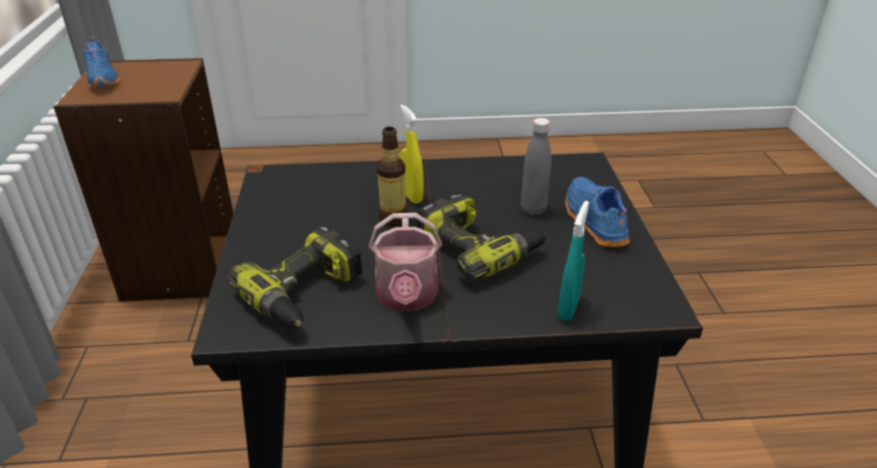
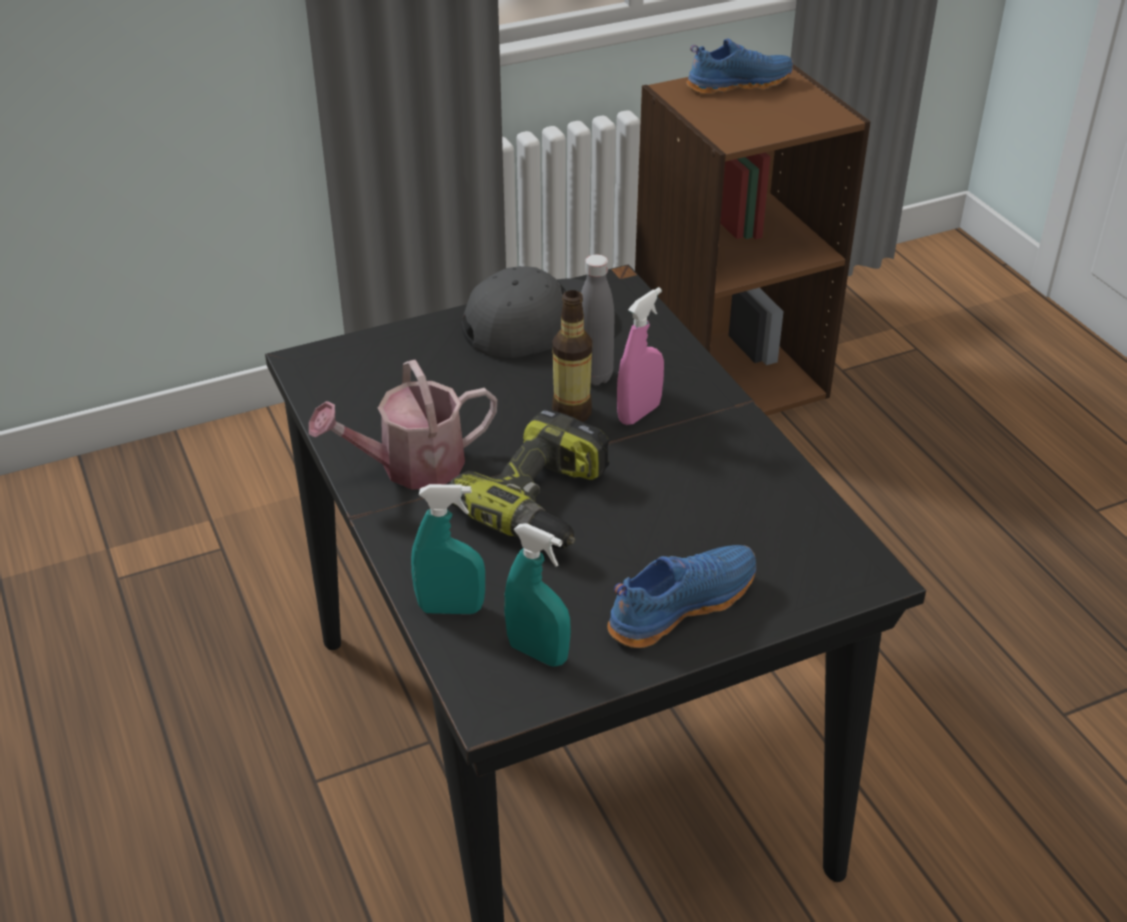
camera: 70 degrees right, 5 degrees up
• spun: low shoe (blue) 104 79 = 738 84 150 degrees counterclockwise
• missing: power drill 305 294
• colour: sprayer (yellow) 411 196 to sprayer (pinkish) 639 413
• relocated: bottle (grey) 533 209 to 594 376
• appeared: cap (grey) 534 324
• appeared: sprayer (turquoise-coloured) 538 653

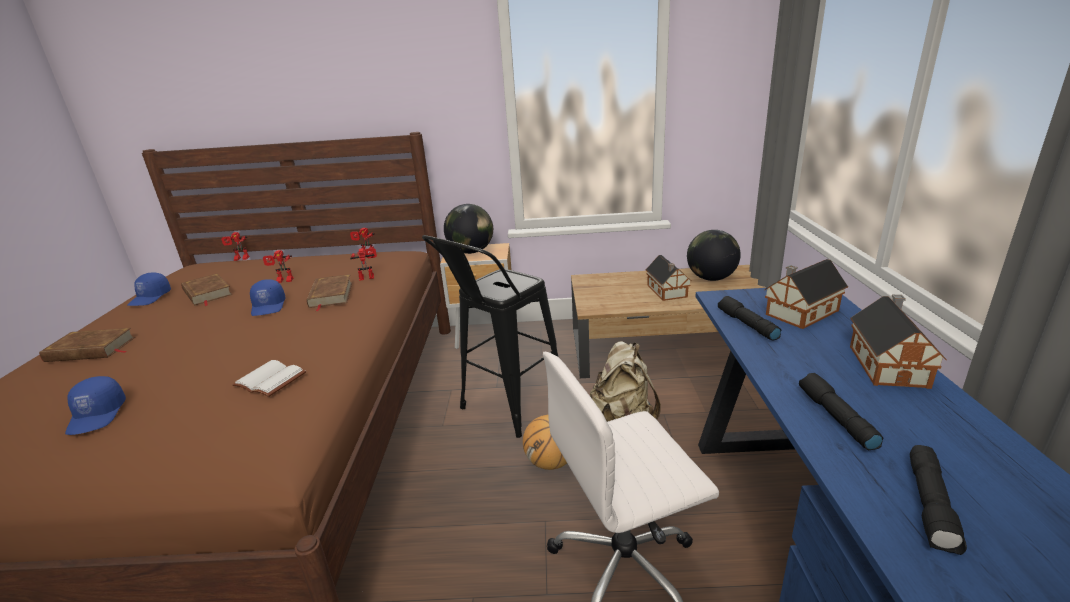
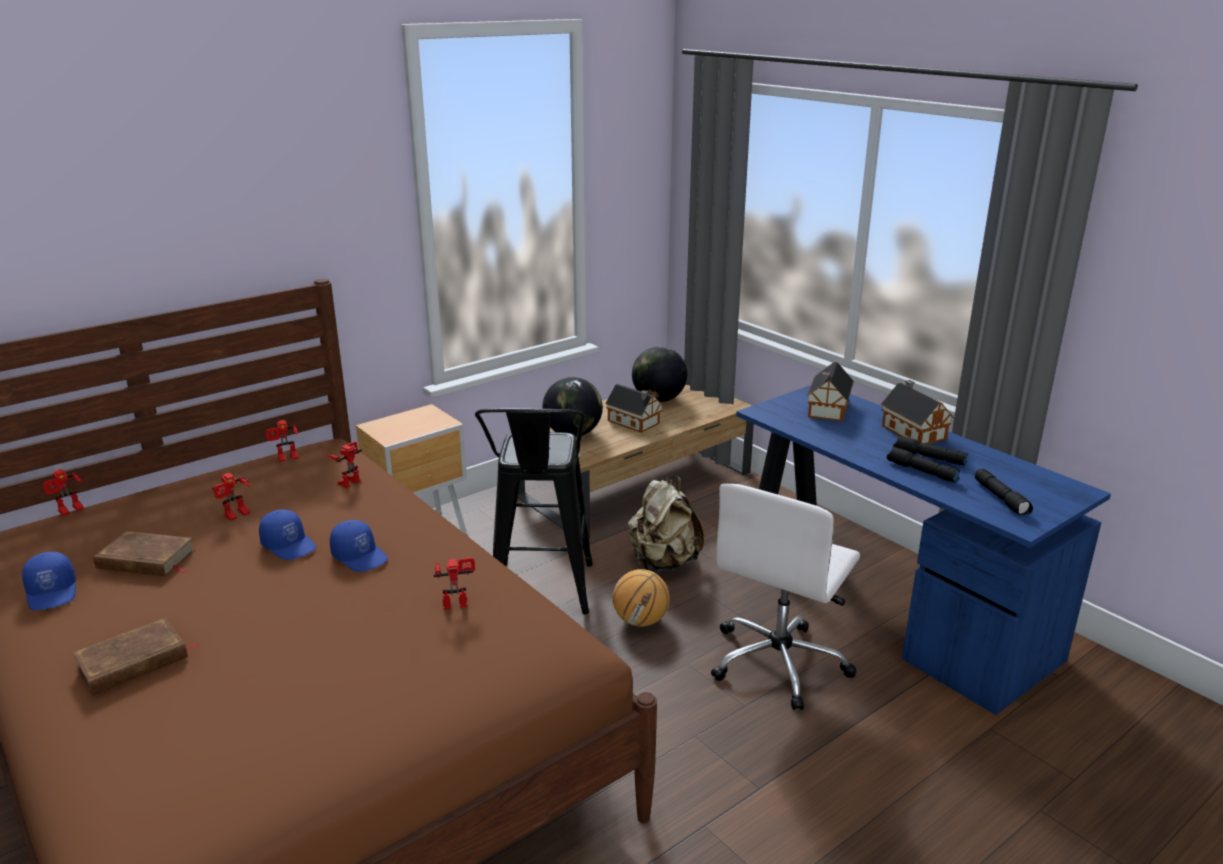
camera: 40 degrees left, 0 degrees up
• relocated: cap (blue) 98 415 to 360 556
• exchanged: bound book (white) 268 381 to model robot 456 601
• missing: bound book (brown-coloured) 330 295
• relocated: globe 471 252 to 573 434
• relocated: flashlight (blackish) 746 325 to 928 458

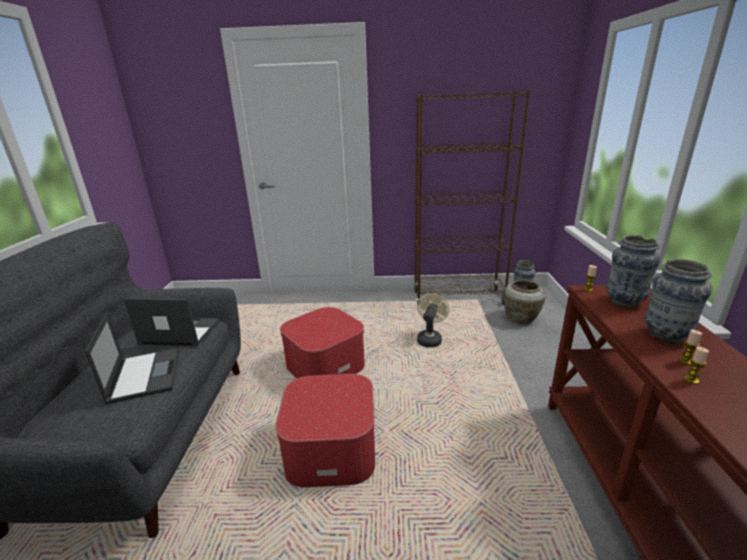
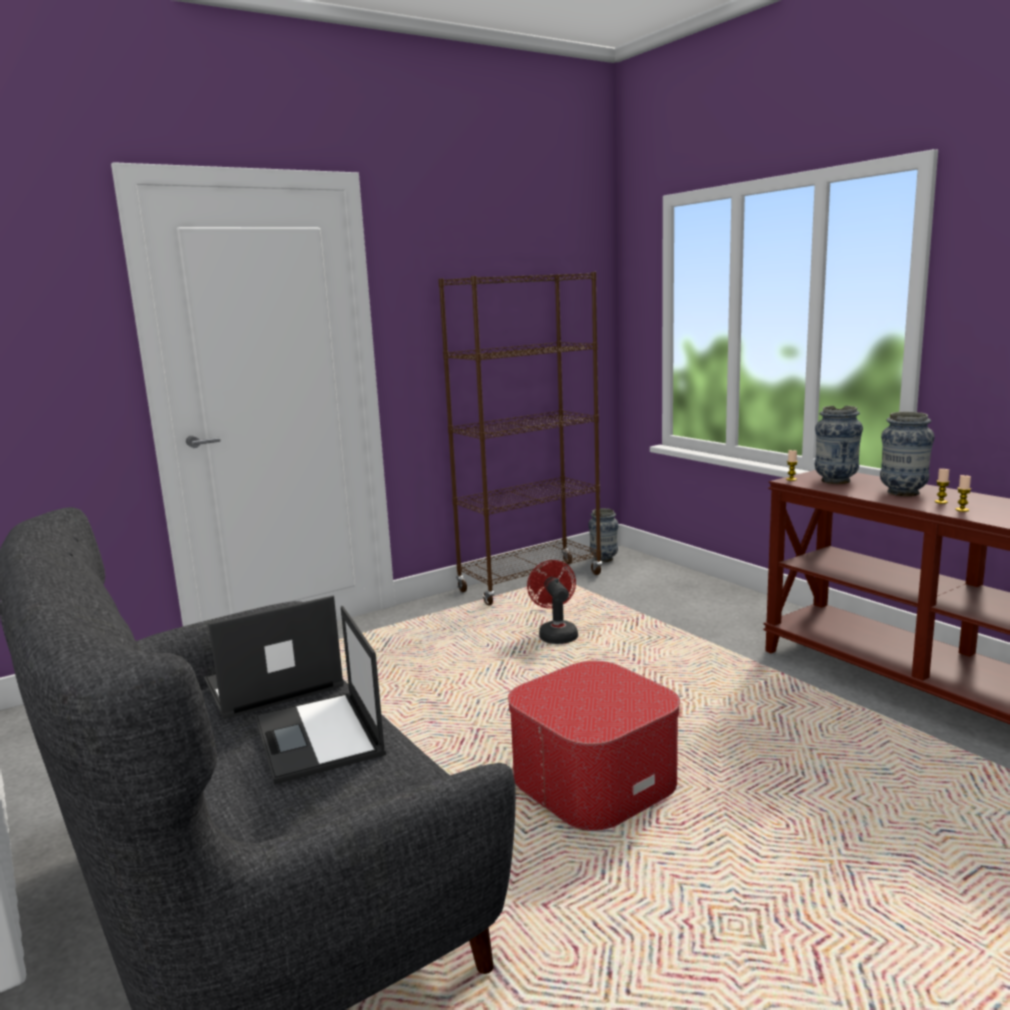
camera: 35 degrees left, 10 degrees down
• spun: laptop 145 374 = 319 737 150 degrees counterclockwise
• missing: footrest 325 365
• colour: electric fan (beige) 430 338 to electric fan (reddish) 556 634
• missing: decorative vase (beige) 521 318

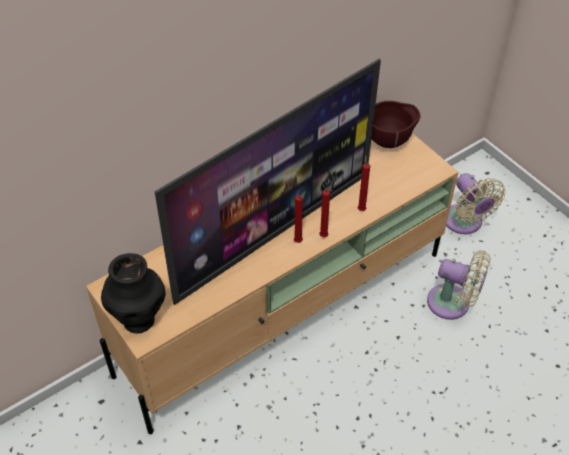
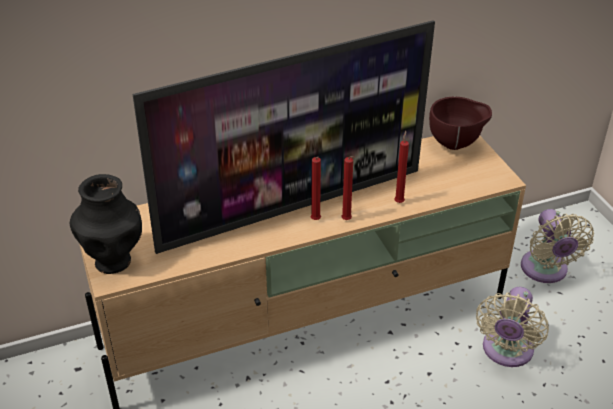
camera: 15 degrees right, 10 degrees down
• spun: electric fan (beige) 453 304 = 506 351 75 degrees clockwise

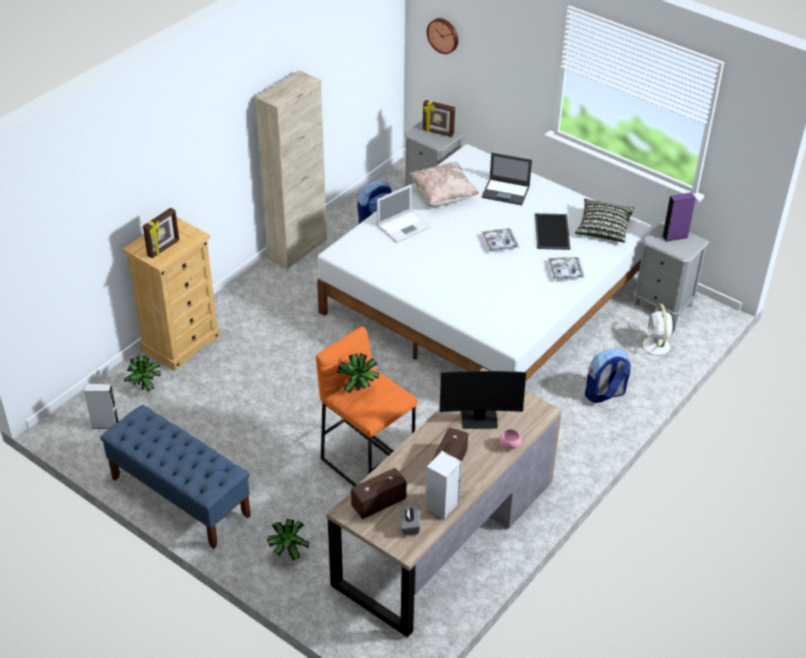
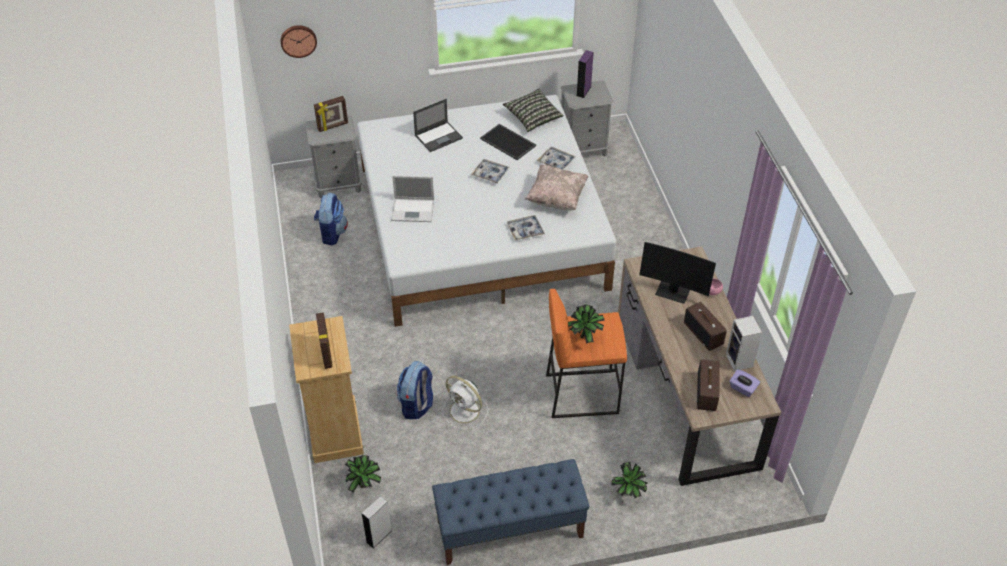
camera: 50 degrees left, 5 degrees up
• missing: cabinet (beige) 297 249
• spun: laptop 404 226 = 414 210 90 degrees clockwise
• colour: tissue box (grey) 409 525 to tissue box (purple) 742 388
• relocated: cushion (beige) 443 196 to 556 198
• spun: computer display 479 419 = 673 291 75 degrees clockwise
• relocated: knapsack 604 394 to 417 405
• relocated: electric fan (white) 656 347 to 465 411
• appeared: carrying tray 525 230

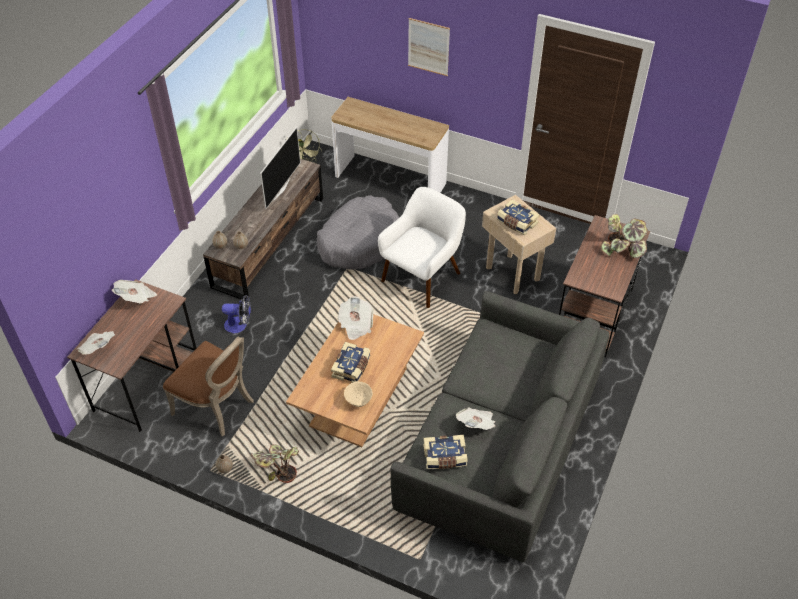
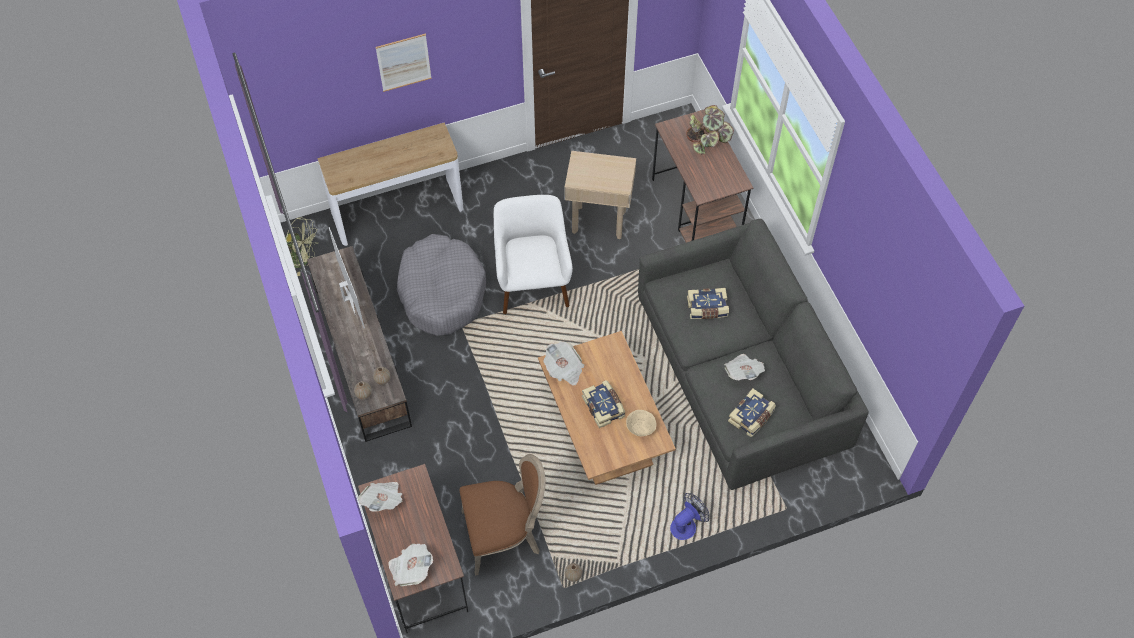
camera: 45 degrees left, 10 degrees up
• relocated: electric fan 239 325 to 686 525
• missing: plant in a pot 277 467
• relocated: bound book 516 223 to 707 308

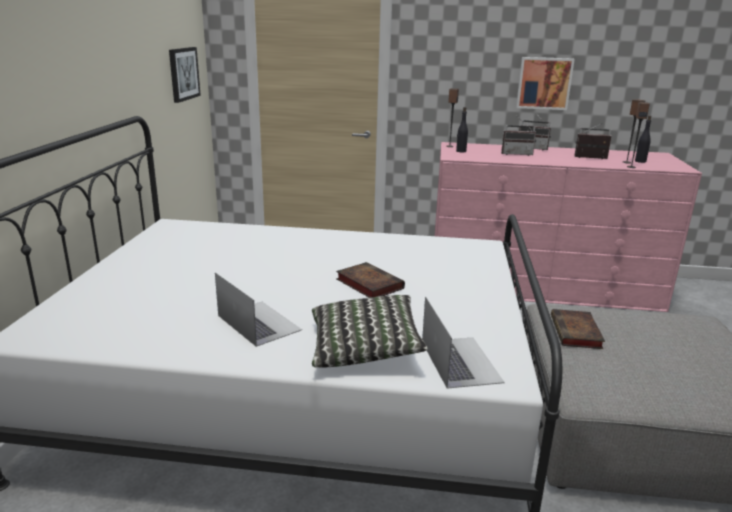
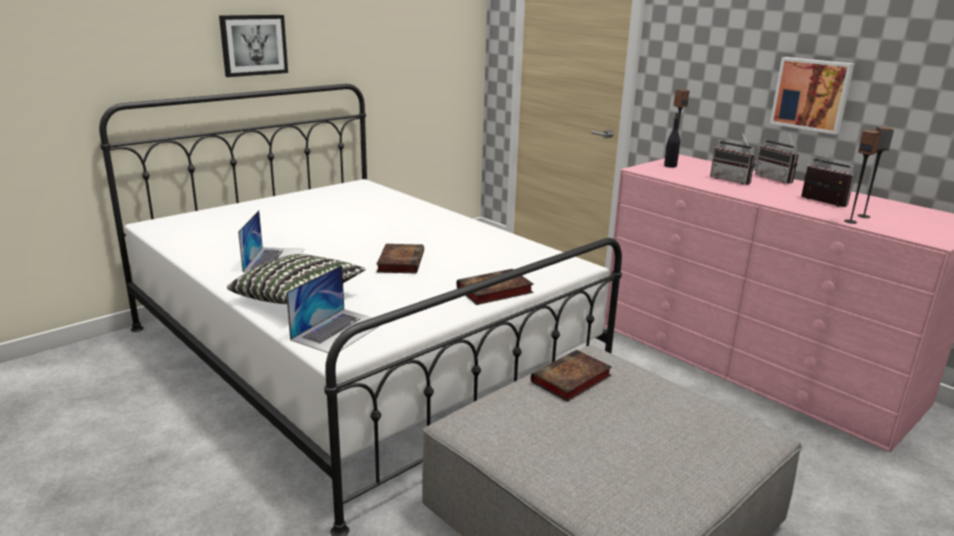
camera: 40 degrees right, 0 degrees up
• relocated: wall art 183 74 to 253 45
• missing: bottle (blackish) 640 161
• appeared: bound book 493 291

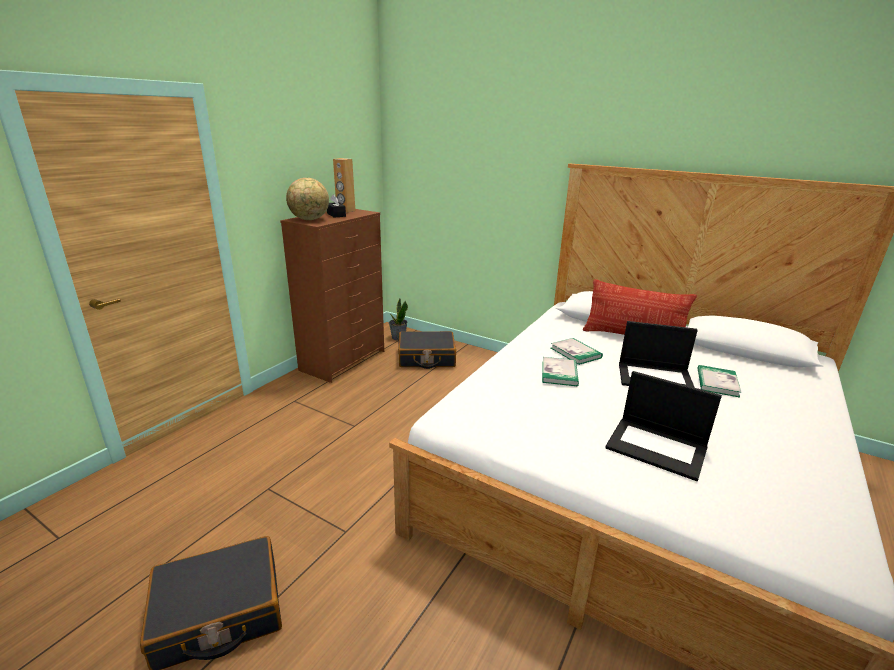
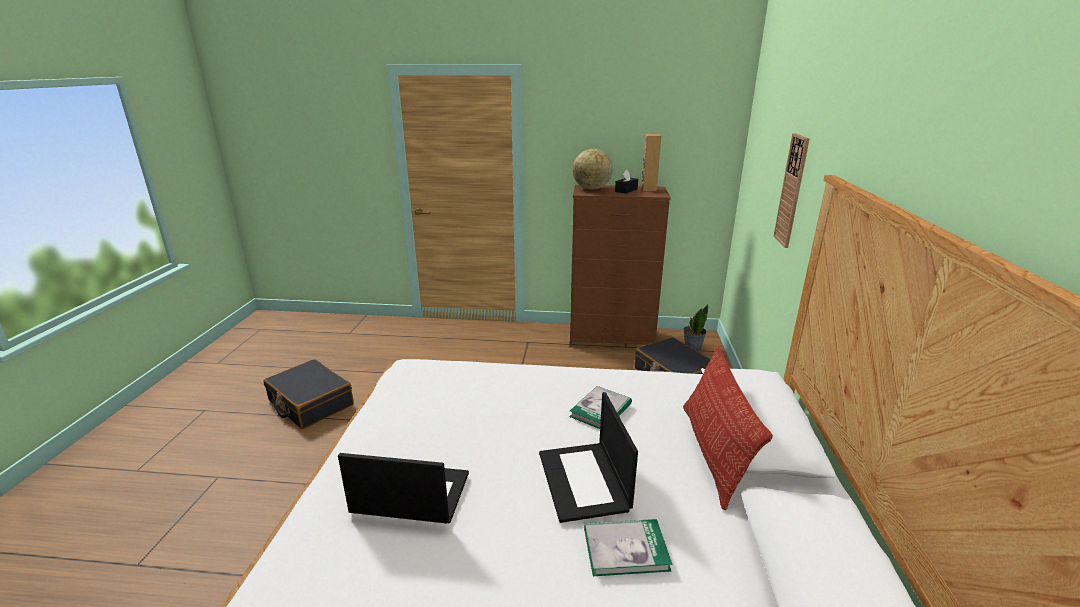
camera: 65 degrees right, 0 degrees up
• missing: bound book 559 373
• spun: laptop 657 447 = 409 494 90 degrees clockwise
• appeared: wall clock 791 191

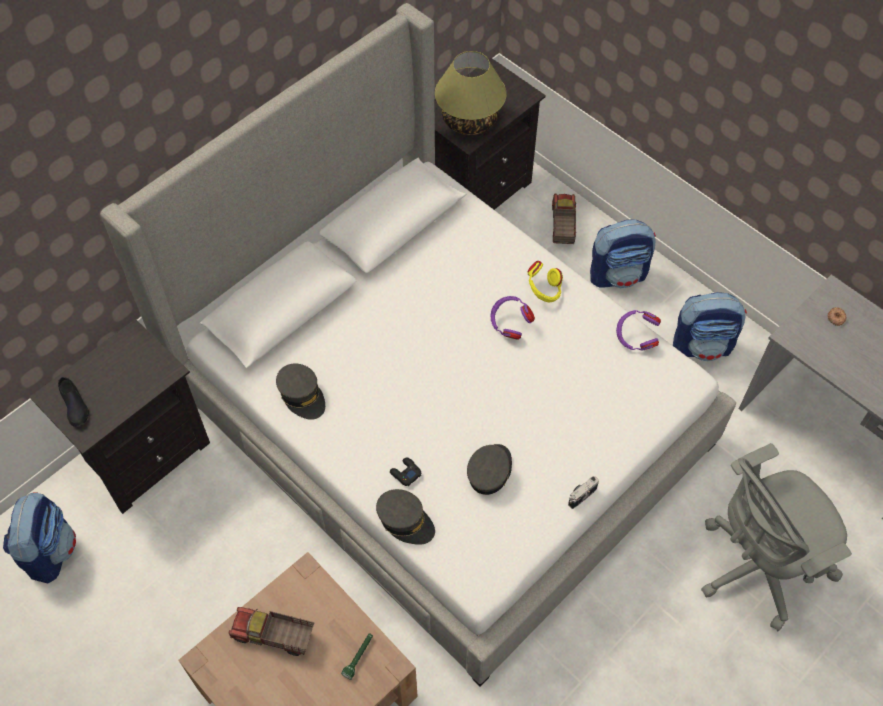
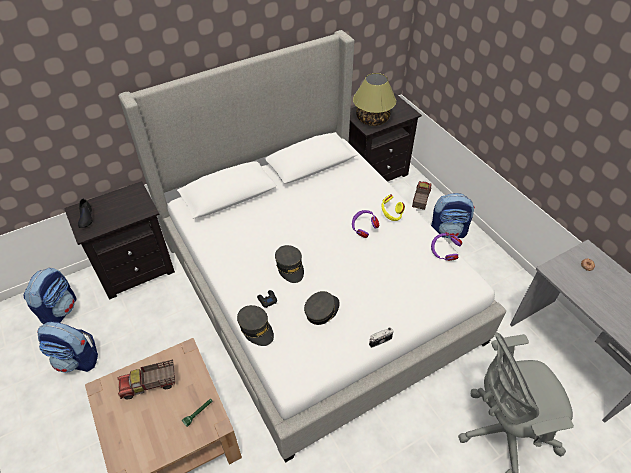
camera: 15 degrees right, 10 degrees down
• spun: toy lorry 274 636 = 150 385 45 degrees counterclockwise
• relocated: cap (grey) 302 395 to 290 267
• relocated: knapsack 702 345 to 77 359

